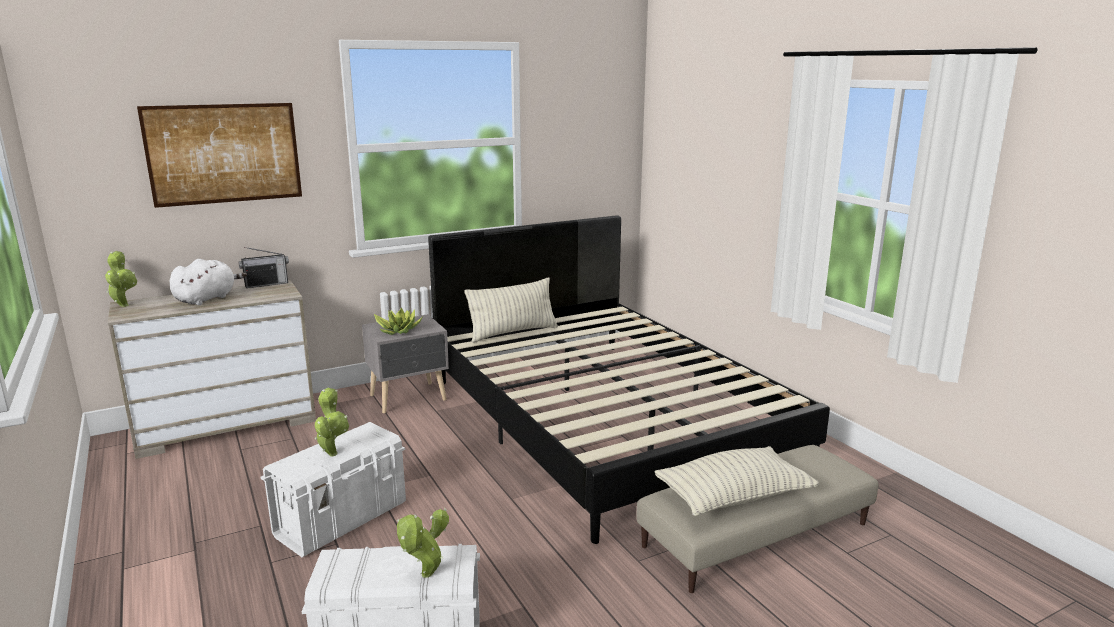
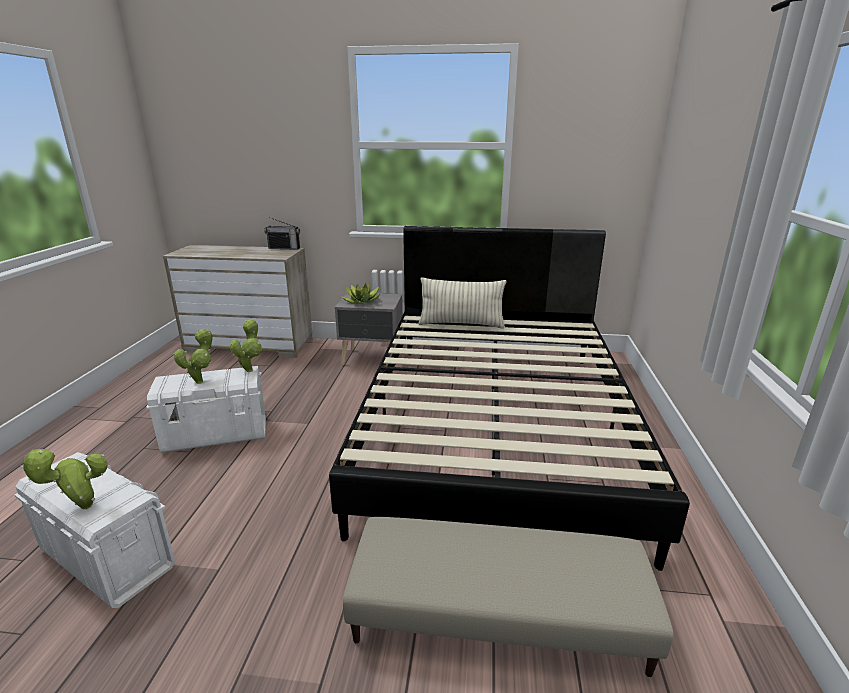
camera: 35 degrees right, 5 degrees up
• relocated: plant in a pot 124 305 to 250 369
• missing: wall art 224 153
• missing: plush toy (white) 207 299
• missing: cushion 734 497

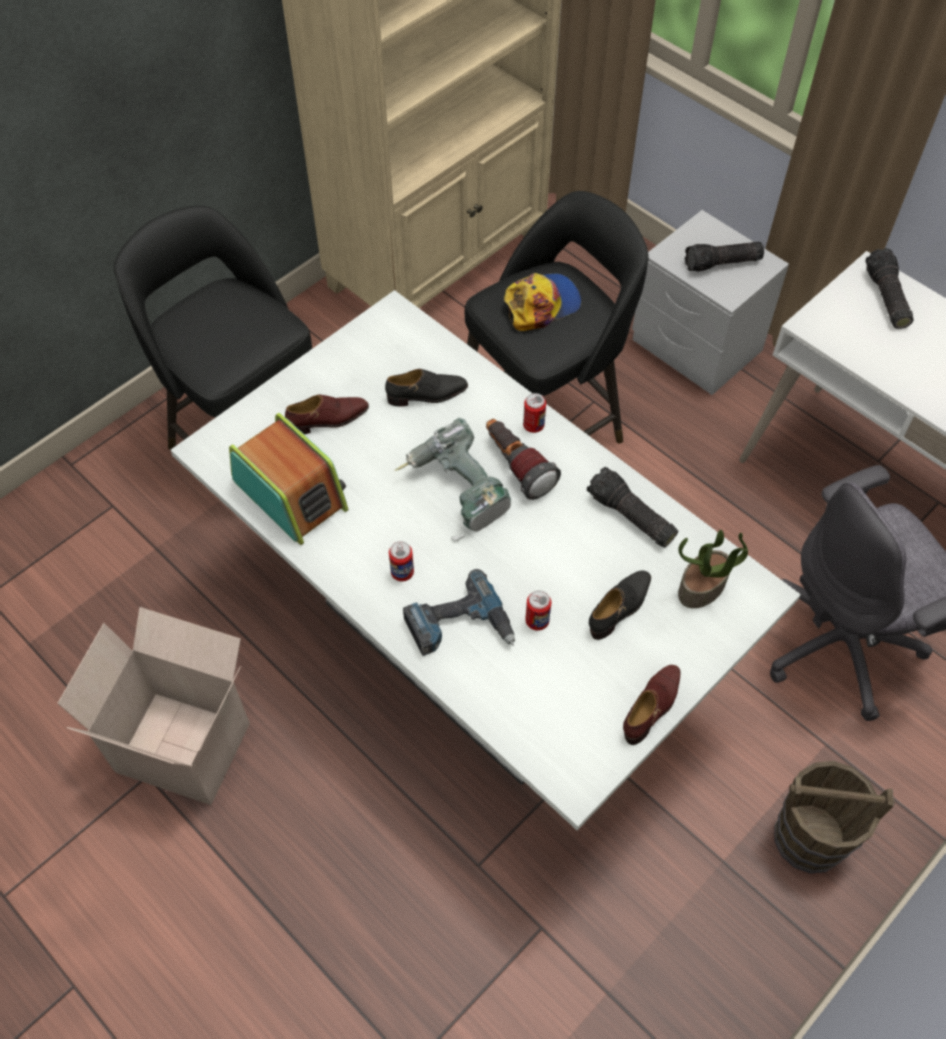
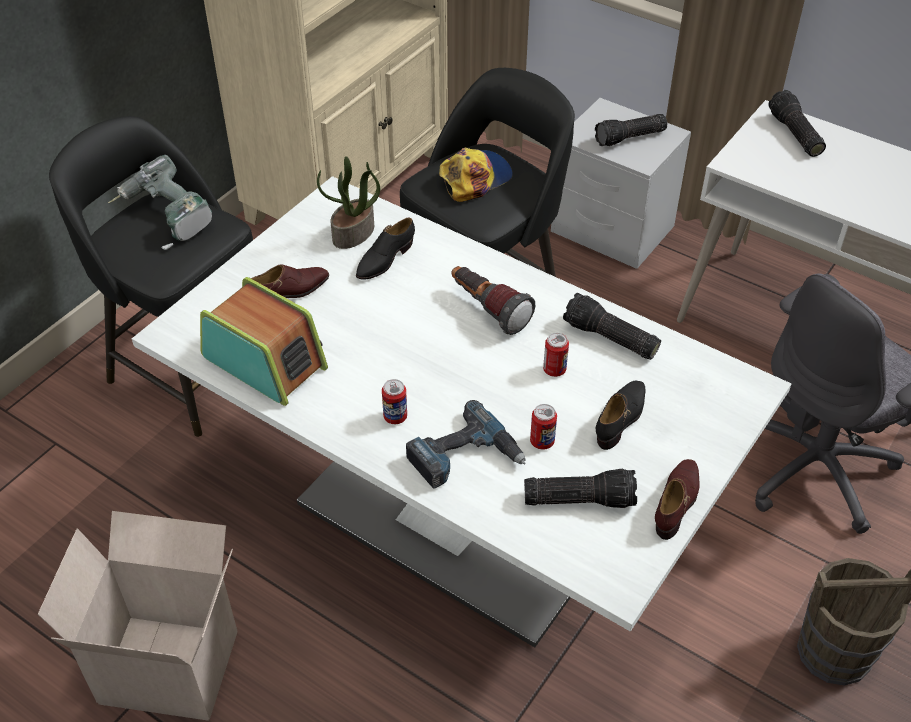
camera: 10 degrees left, 10 degrees down
• spun: low shoe (blackish) 427 395 = 385 259 150 degrees clockwise
• relocated: power drill 455 492 to 165 218
• relocated: sealed can 533 425 to 554 370
• relocated: plant in a pot 702 588 to 353 234
• appeared: flashlight 580 498

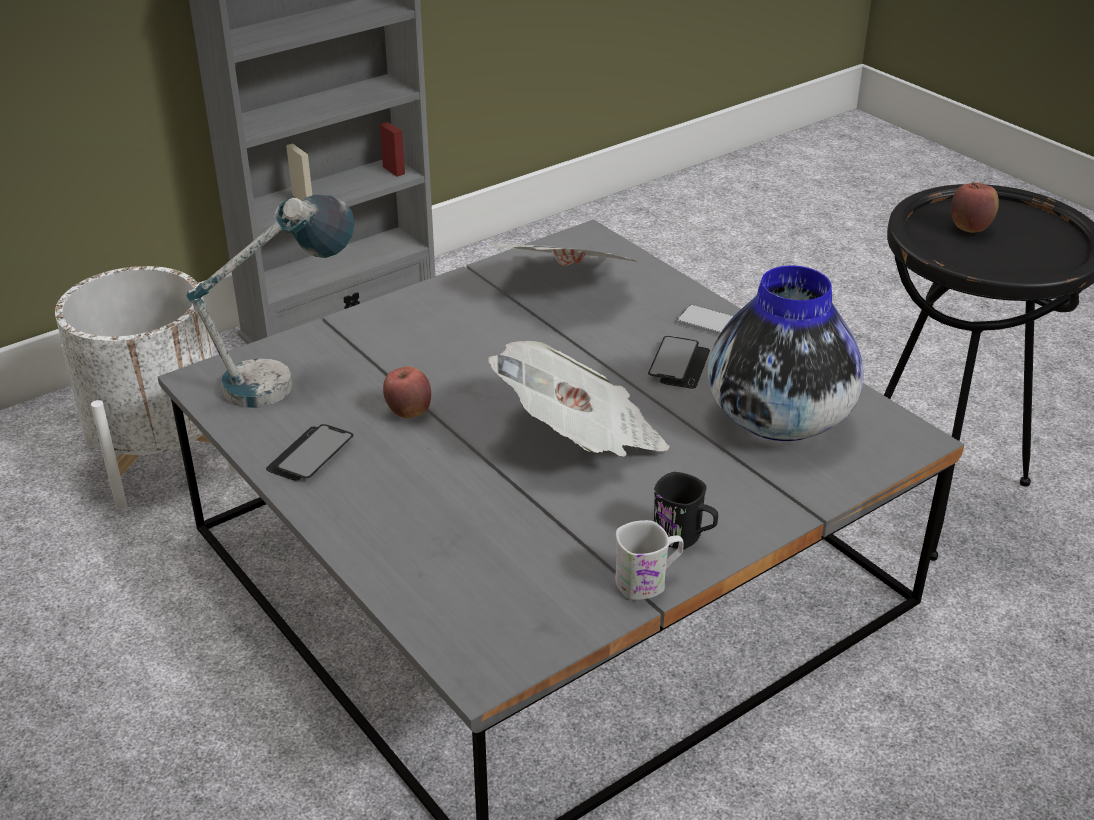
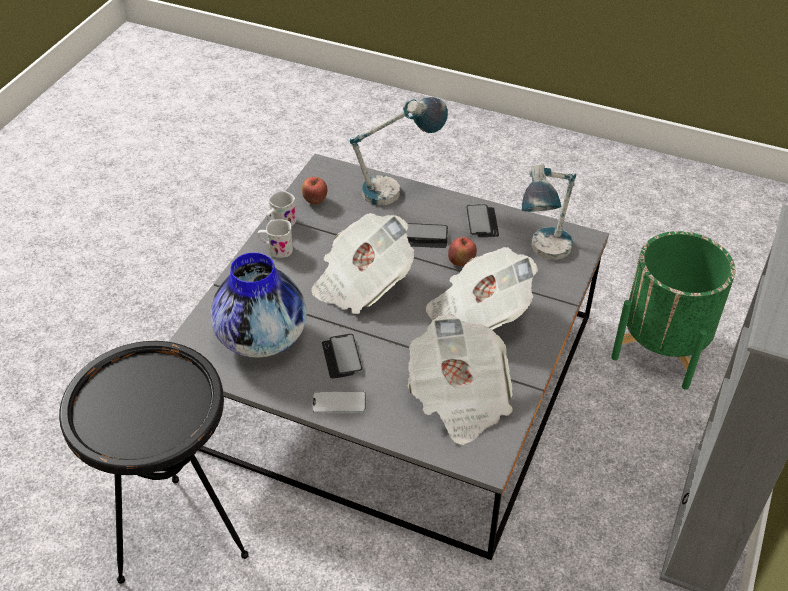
camera: 150 degrees right, 10 degrees up
• colour: flower pot (white) 162 457 to flower pot (green-coloured) 662 348
• colour: mug (blackish) 684 537 to mug (white) 276 249
• relocated: whole apple 970 229 to 315 201
• appeared: table lamp 397 191
• appeared: telephone 424 237
• appeared: newspaper 478 313

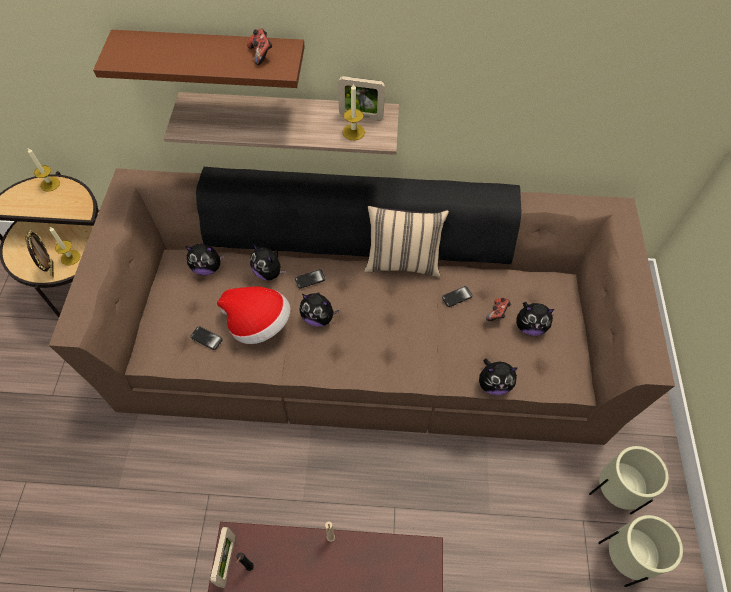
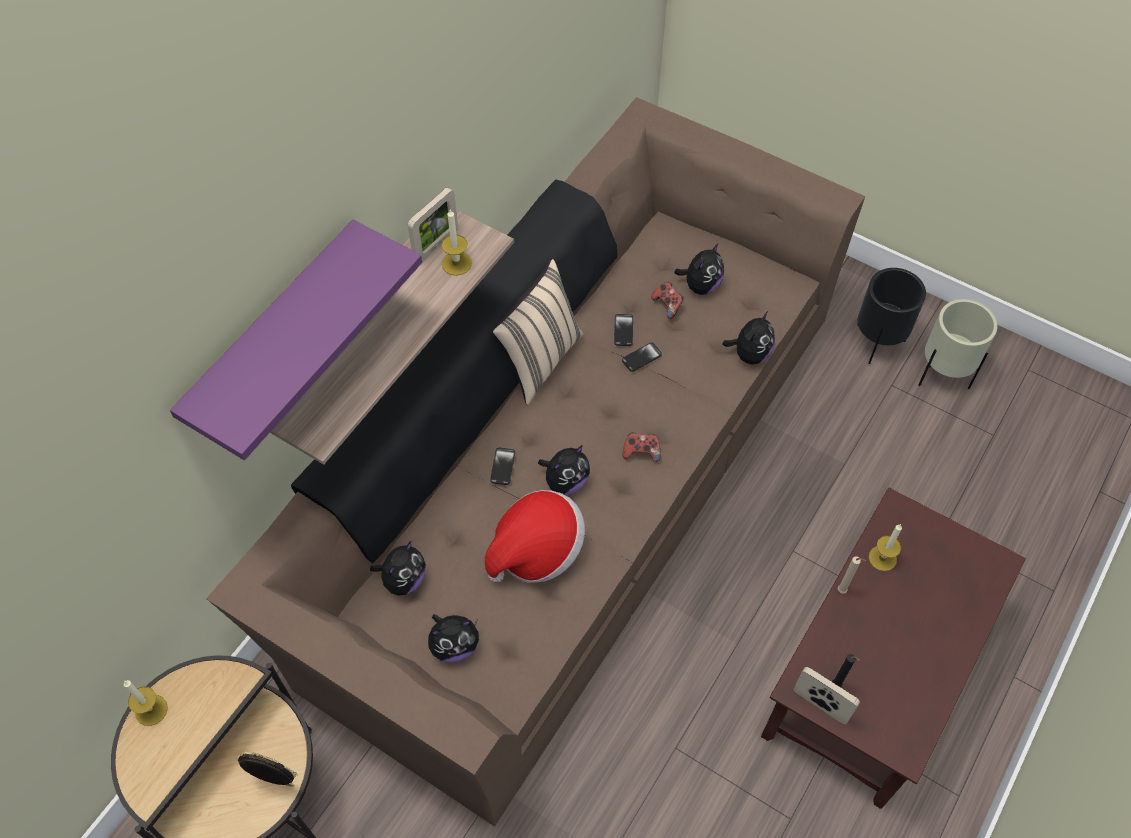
camera: 60 degrees left, 0 degrees up
• relocated: wax candle 70 257 to 882 558
• colour: wall shelf (brown-coloured) 212 58 to wall shelf (purple) 274 333
• relocated: telephone 206 338 to 641 357
• relocated: gamepad 261 54 to 641 452
• relocated: plush toy 269 272 to 454 645
• colour: flower pot (beige) 613 493 to flower pot (blackish) 877 343

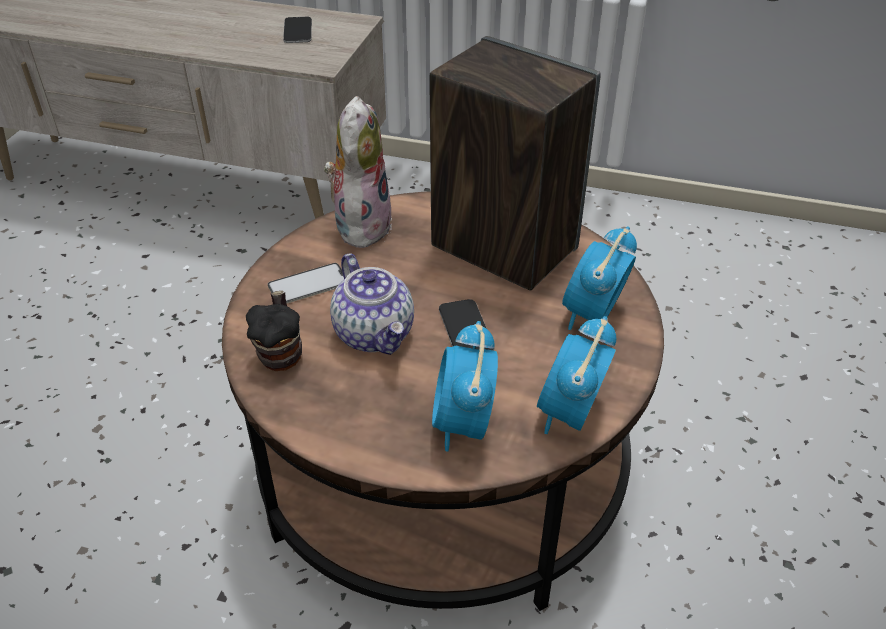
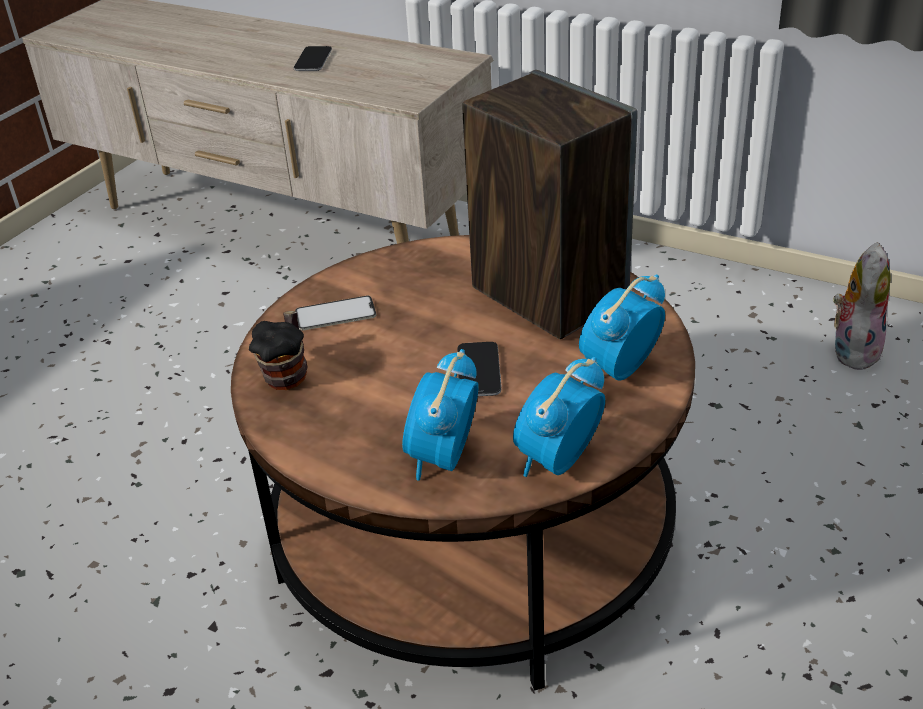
camera: 15 degrees right, 5 degrees down
• relocated: telephone 298 31 to 313 60
• relocated: plush toy 361 224 to 853 349
• missing: teapot 375 334

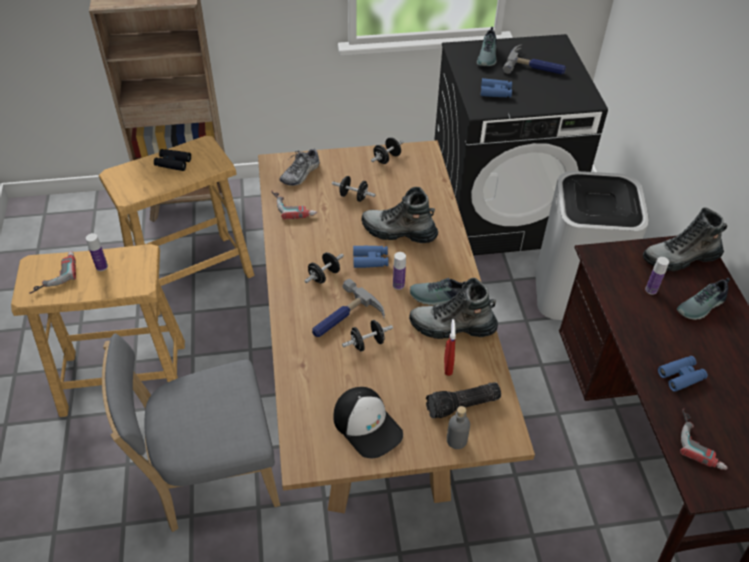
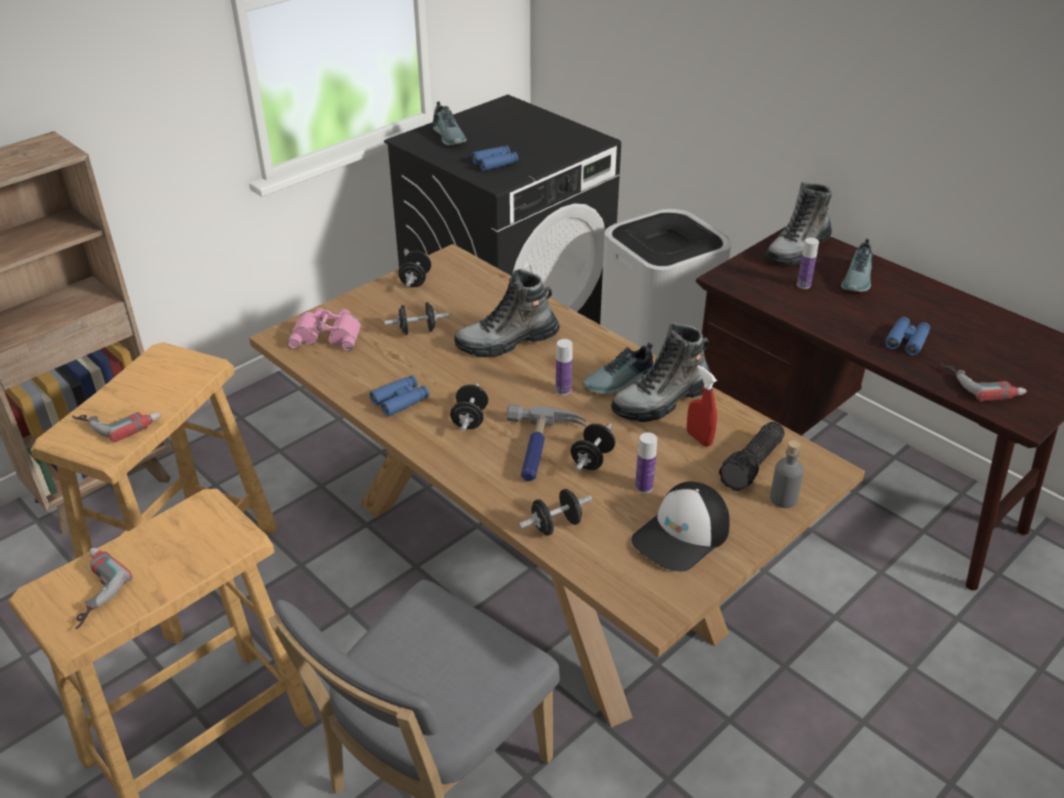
camera: 35 degrees left, 10 degrees down
• relocated: bottle 101 267 to 644 487
• missing: binoculars (blackish) 173 163
• relocated: power drill 294 205 to 119 421
• exchanged: low shoe 300 174 to binoculars (pinkish) 327 334
• spun: cap 367 425 = 682 535 120 degrees clockwise
• relocated: binoculars (blue) 370 260 to 400 400
• missing: tool hammer 535 67
• appeared: free weight (blackish) 556 525

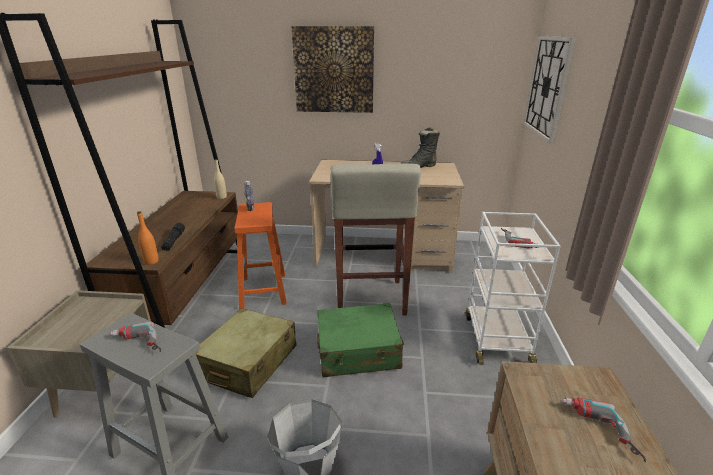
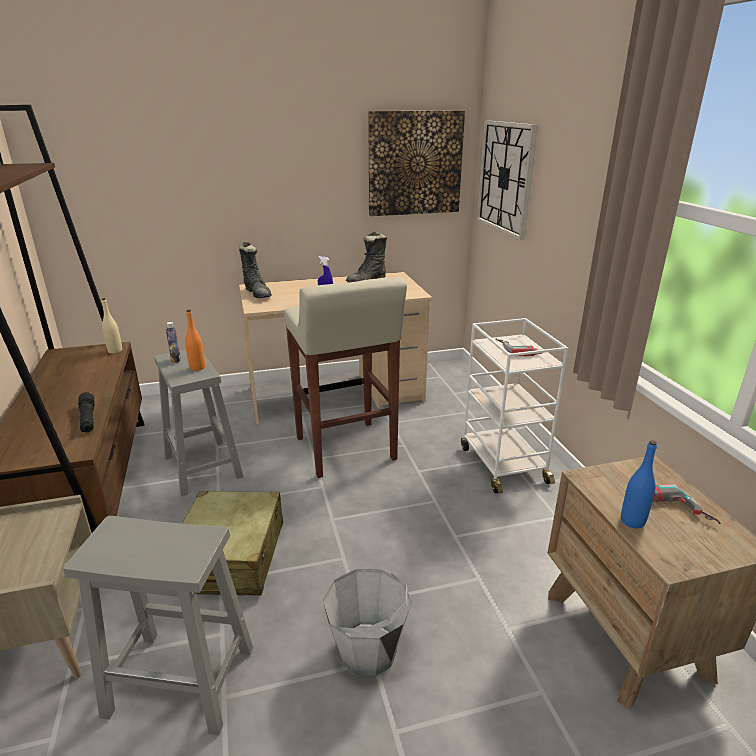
camera: 20 degrees left, 0 degrees up
• missing: power drill 135 345
• relocated: bottle (orangey) 151 261 to 197 368
• colour: sitting stool (orangey) 263 291 to sitting stool (grey) 203 467
• relocated: wall art 334 70 to 414 163
• missing: travel case (green-coloured) 358 351
• appeared: boot (blackish) 257 293
• appeared: bottle (blue) 632 521

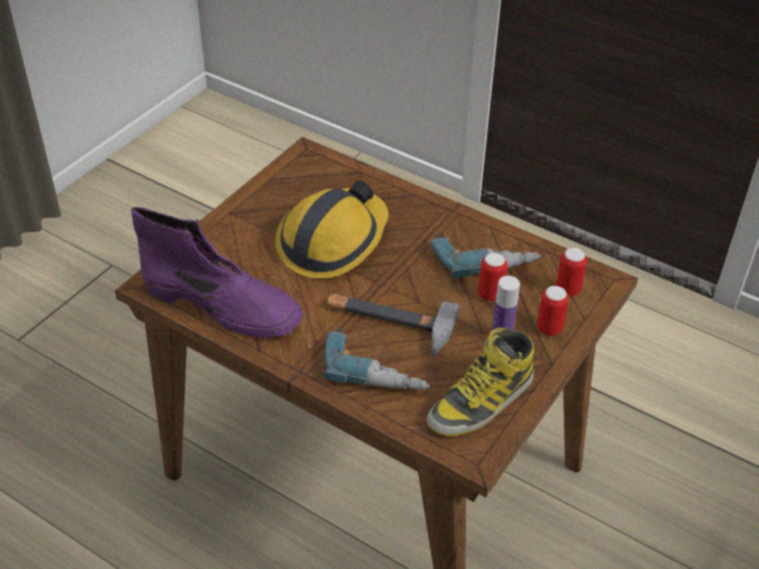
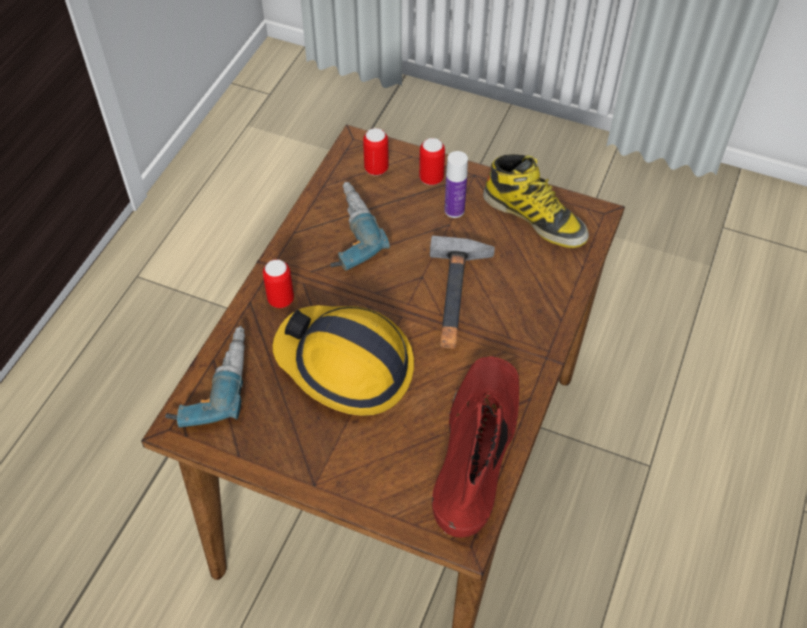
camera: 100 degrees left, 10 degrees up
• colour: boot (purple) 224 306 to boot (reddish) 476 447
• relocated: power drill 376 368 to 211 382
• relocated: sealed can 490 295 to 281 300

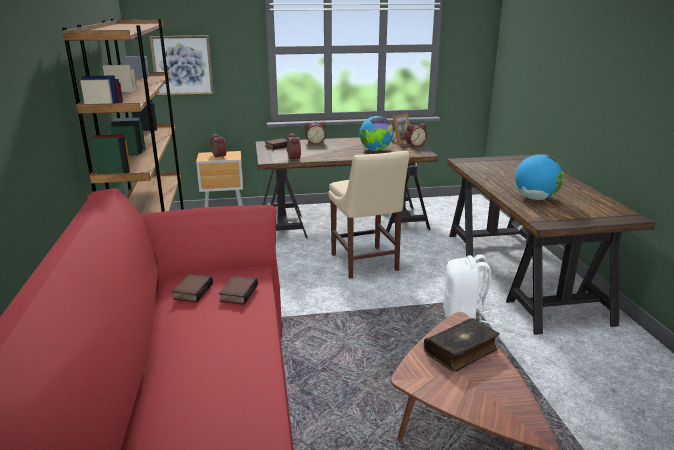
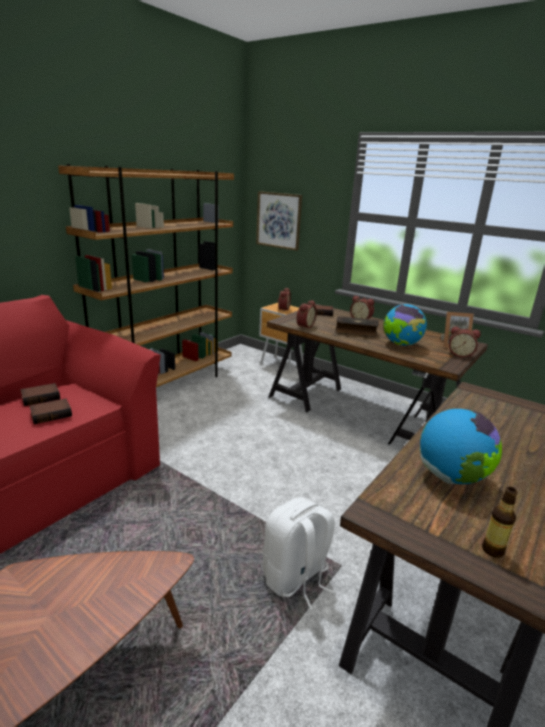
camera: 45 degrees right, 0 degrees up
• missing: plain chair (beige) 365 264
• relocated: bound book 461 351 to 356 332
• appeared: bottle 492 550

